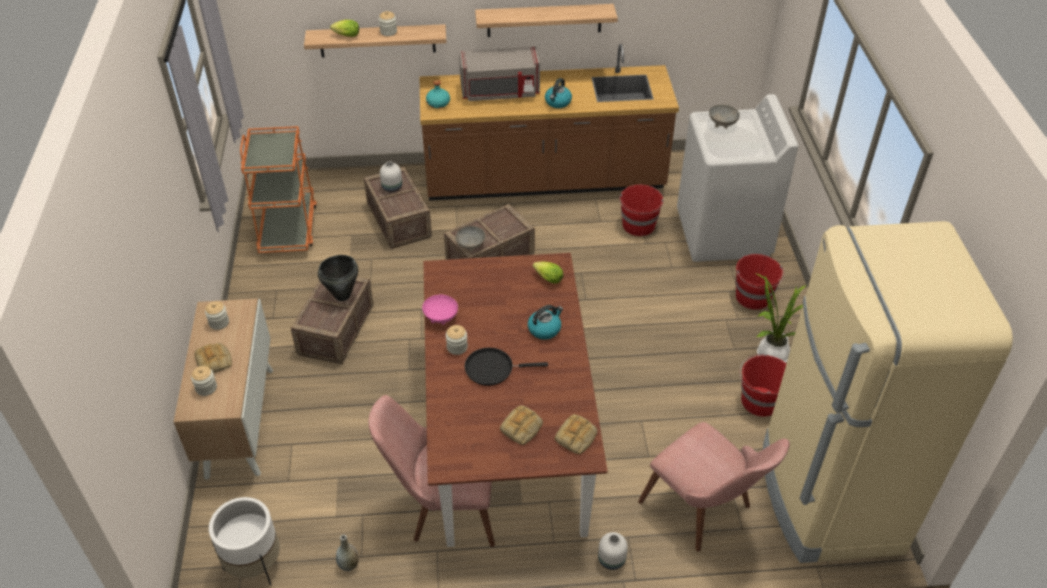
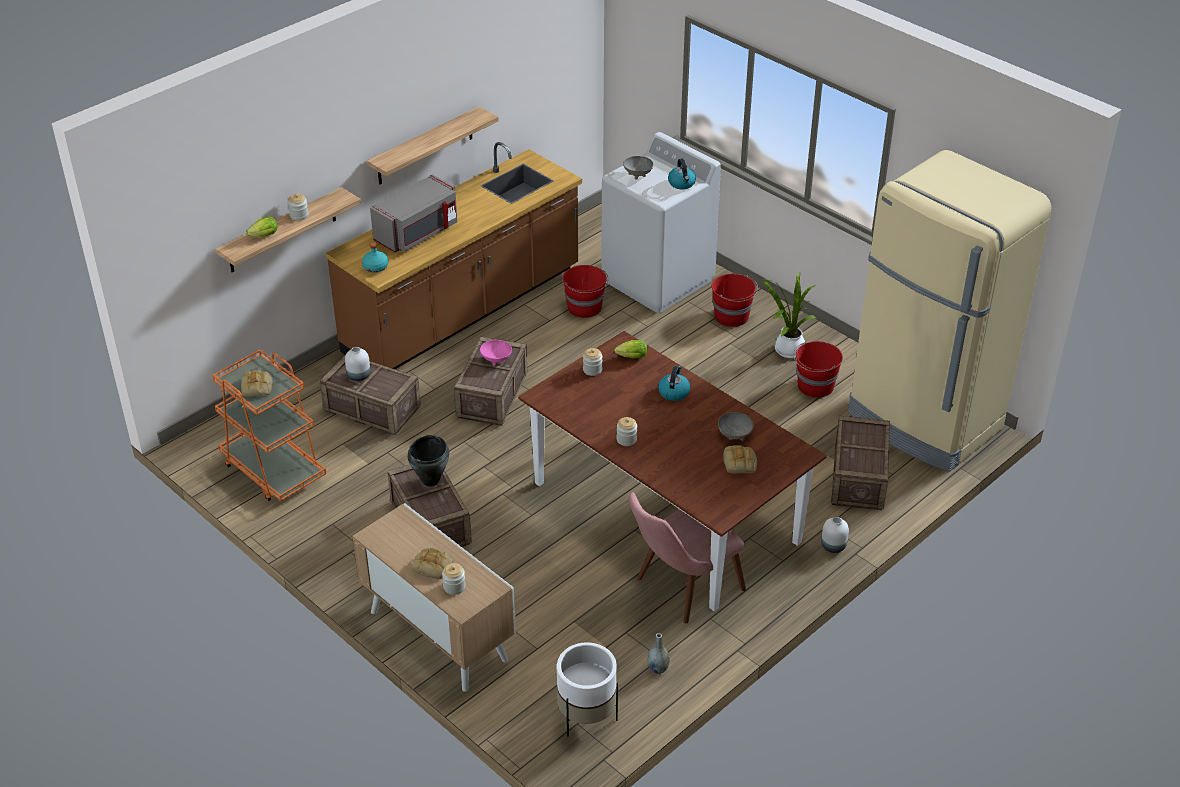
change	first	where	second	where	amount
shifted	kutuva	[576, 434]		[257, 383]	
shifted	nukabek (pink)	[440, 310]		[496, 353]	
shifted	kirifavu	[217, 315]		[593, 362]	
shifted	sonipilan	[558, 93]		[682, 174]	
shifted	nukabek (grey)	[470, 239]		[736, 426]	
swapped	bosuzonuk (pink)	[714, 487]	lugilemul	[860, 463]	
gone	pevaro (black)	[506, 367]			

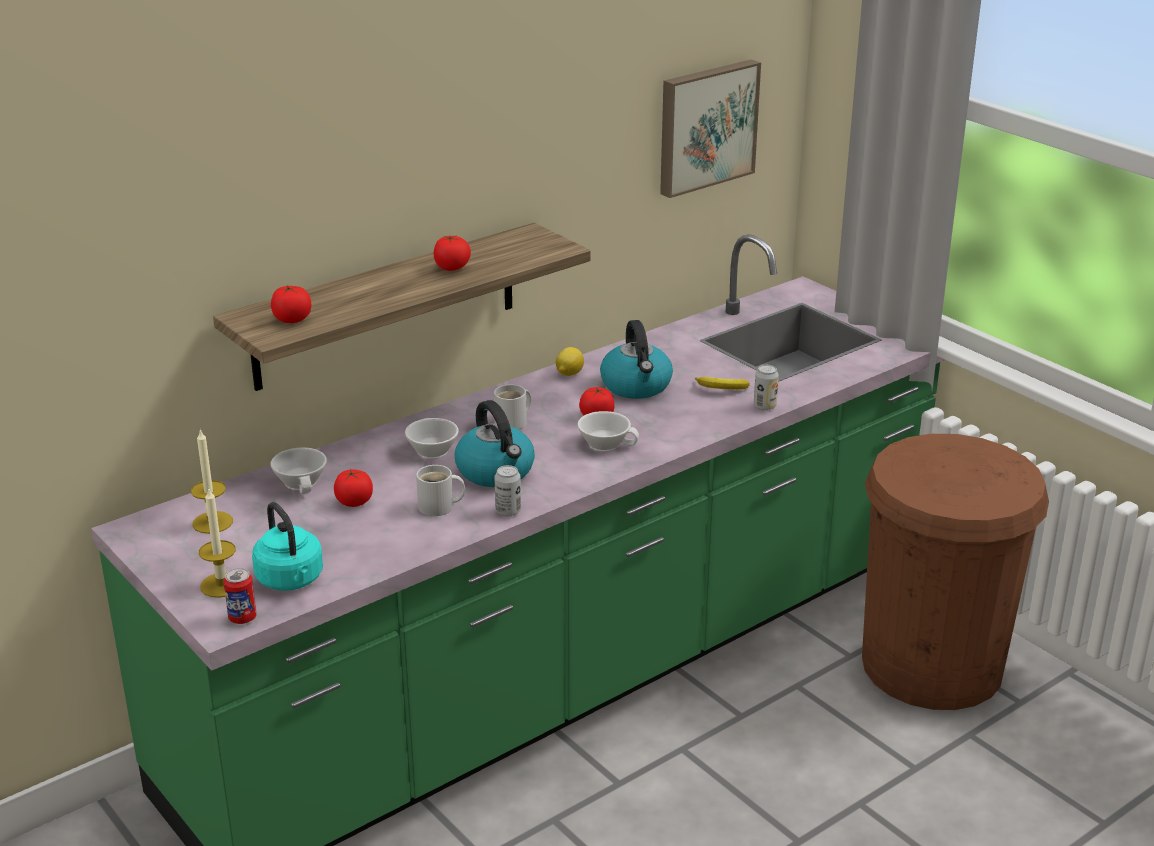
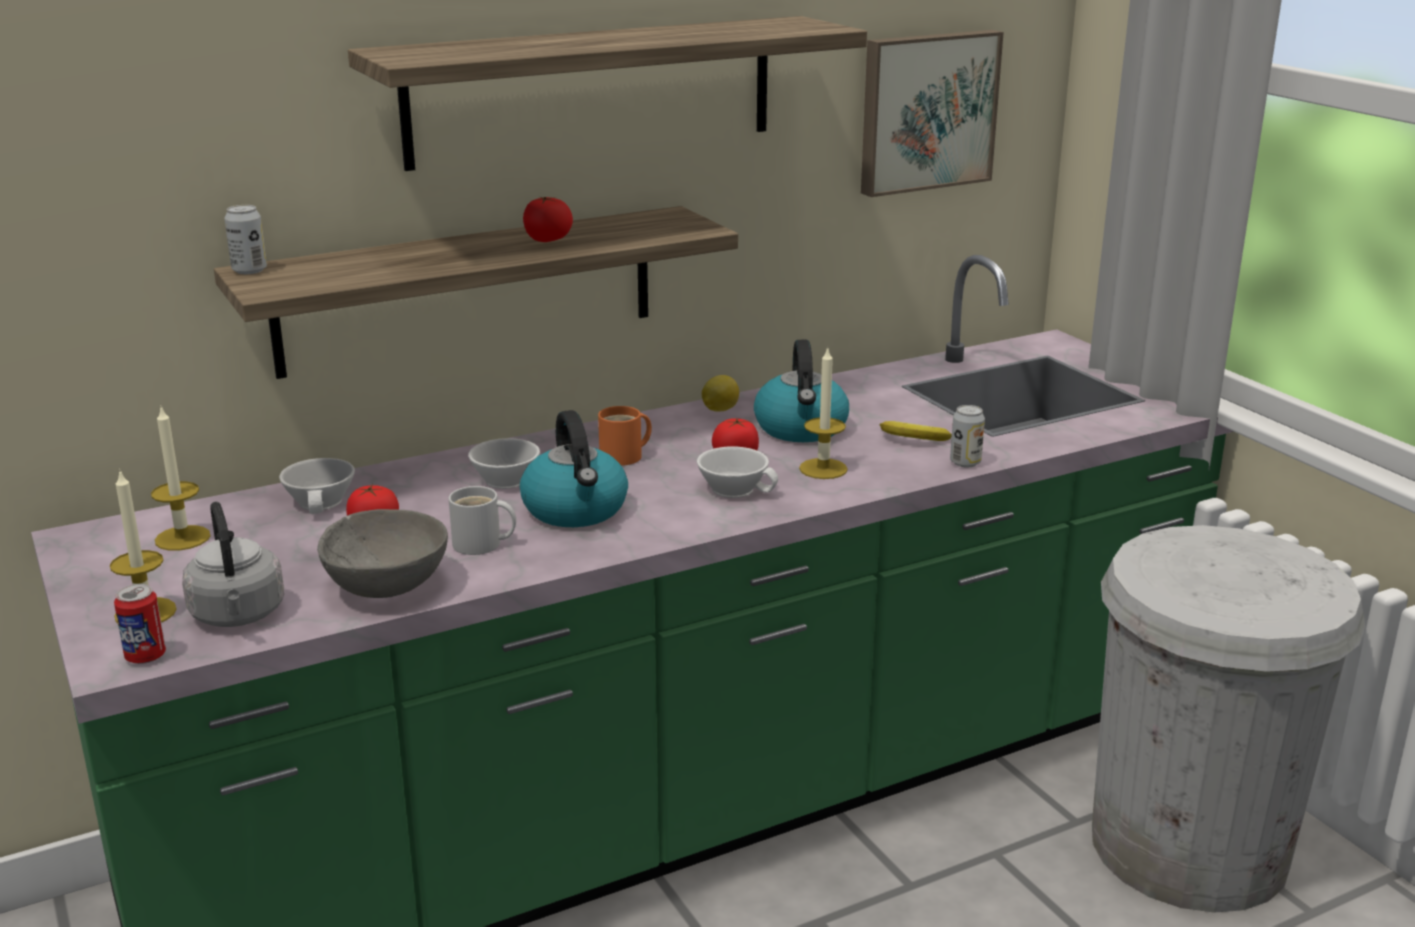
change	first	where	second	where	amount
repainted	sonipilan (turquoise)	[287, 546]	sonipilan (grey)	[233, 564]	
shifted	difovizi	[508, 491]		[245, 239]	
new			nukabek (grey)	[382, 553]	
new			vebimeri	[607, 93]	
repainted	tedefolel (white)	[512, 407]	tedefolel (orange)	[625, 436]	
new			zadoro	[823, 413]	
repainted	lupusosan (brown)	[955, 572]	lupusosan (white)	[1228, 719]	
gone	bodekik	[291, 304]			

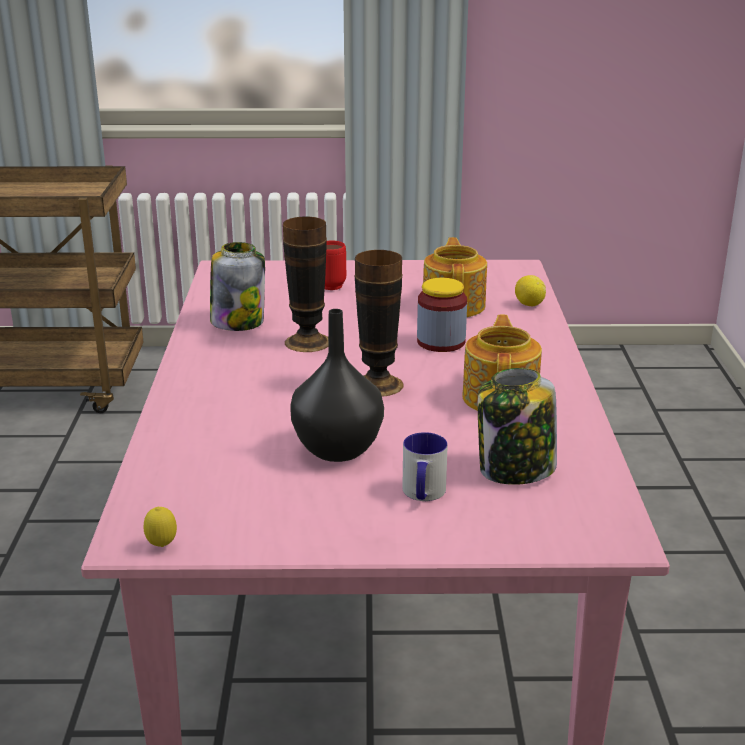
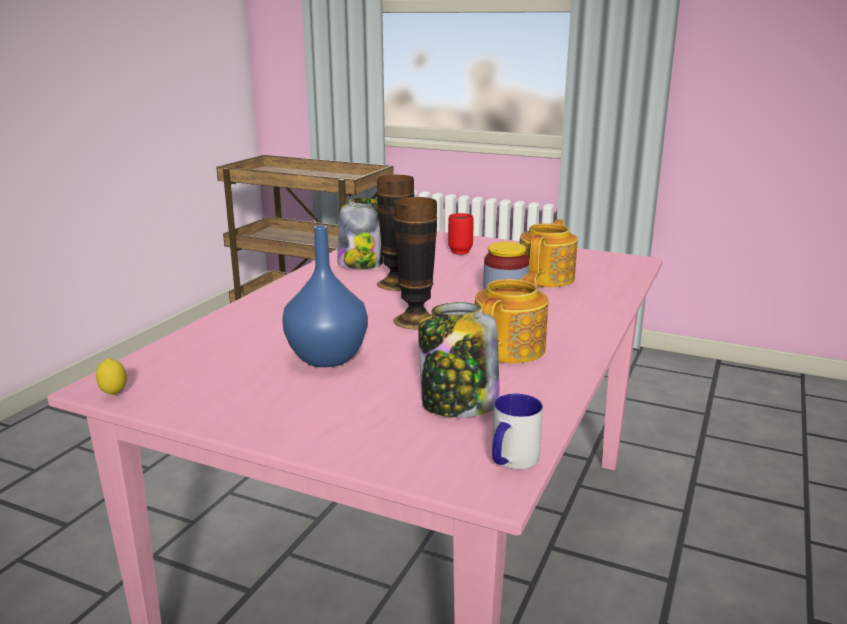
change	first	where	second	where	amount
repainted	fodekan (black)	[337, 385]	fodekan (blue)	[325, 296]	
shifted	tedefolel	[425, 466]		[517, 431]	
gone	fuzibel	[530, 290]			

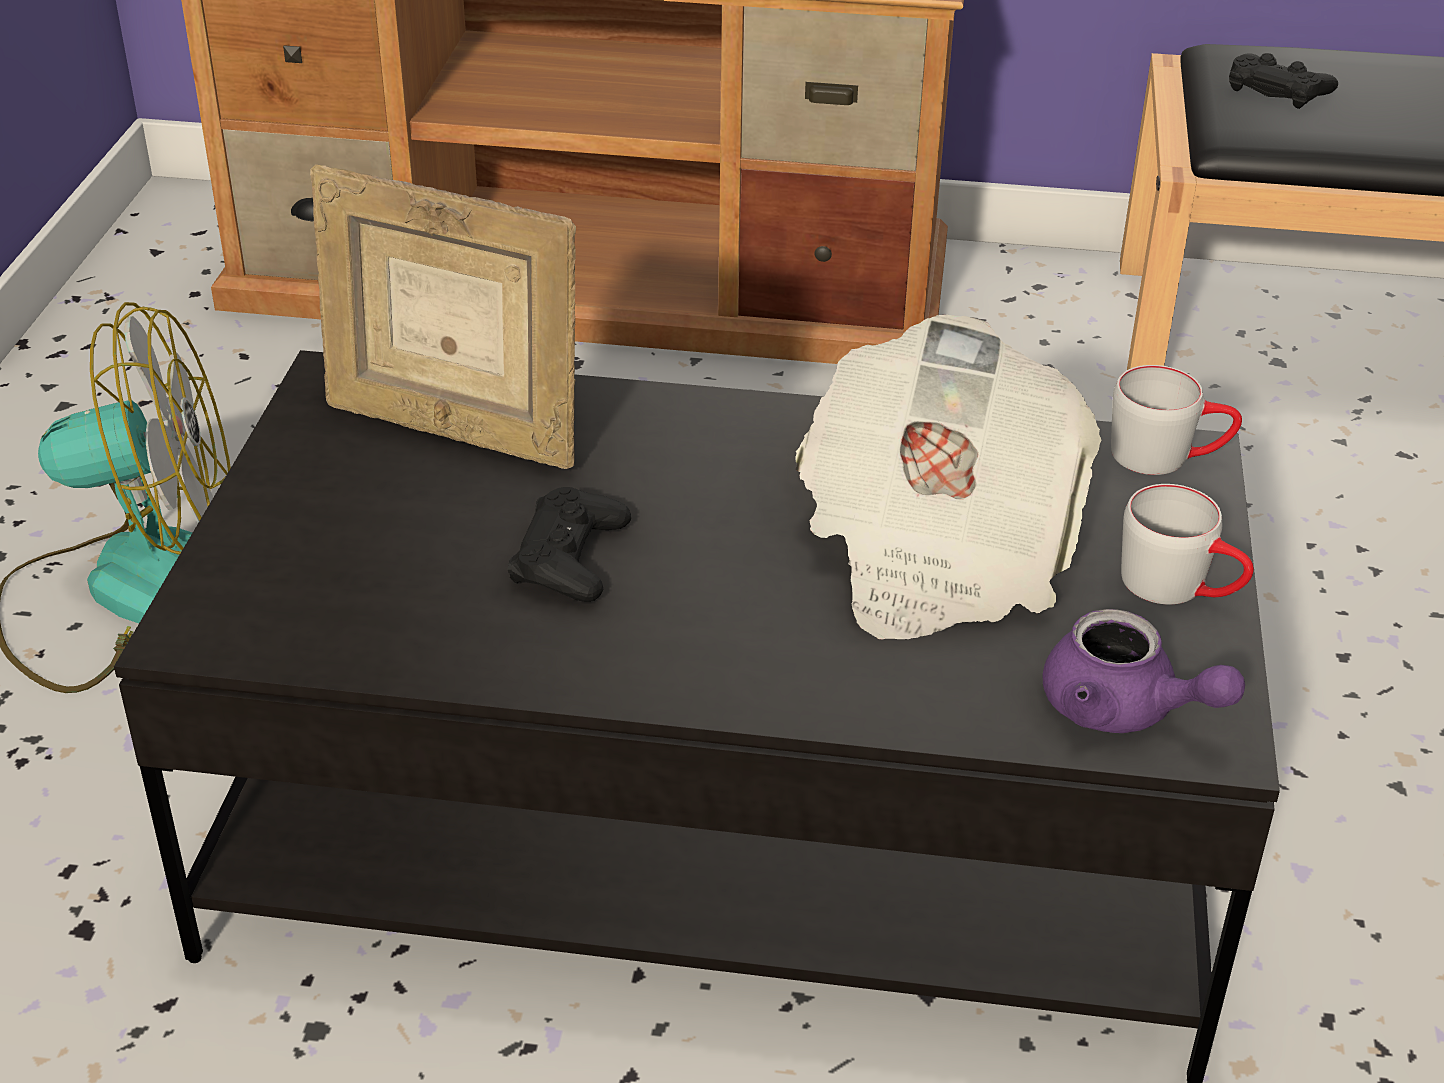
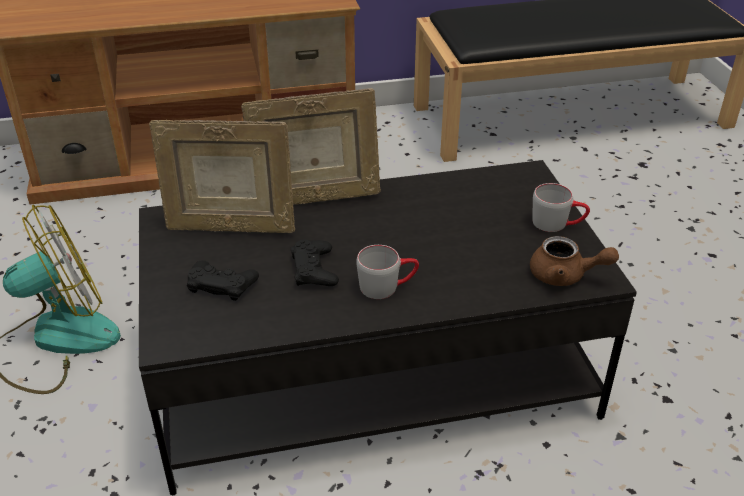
change	first	where	second	where	amount
shifted	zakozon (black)	[1283, 81]		[223, 280]	
new			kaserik	[311, 146]	
shifted	tedefolel (grey)	[1176, 420]		[387, 272]	
repainted	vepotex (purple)	[1143, 671]	vepotex (brown)	[574, 261]	
gone	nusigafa	[948, 477]			

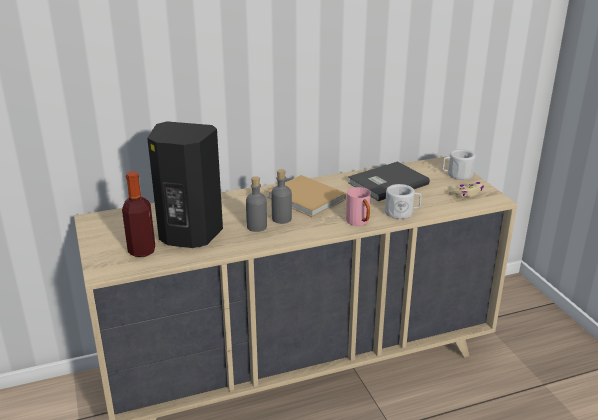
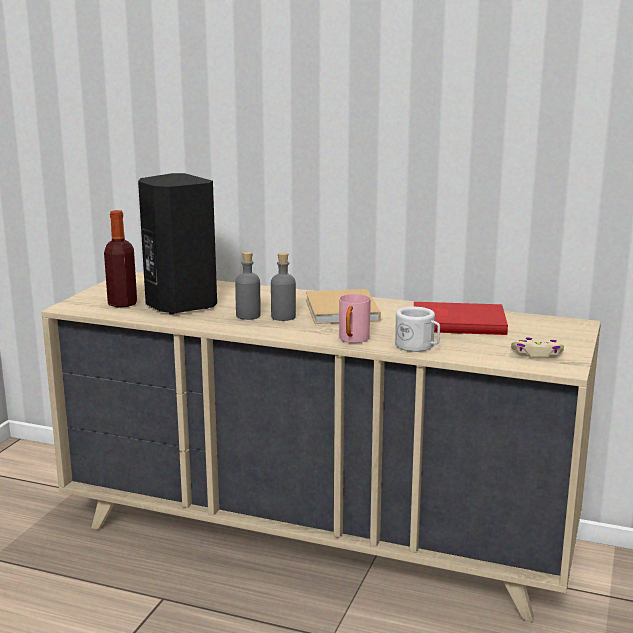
change	first	where	second	where	amount
repainted	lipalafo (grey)	[389, 181]	lipalafo (red)	[461, 318]	
gone	tedefolel (white)	[459, 164]			

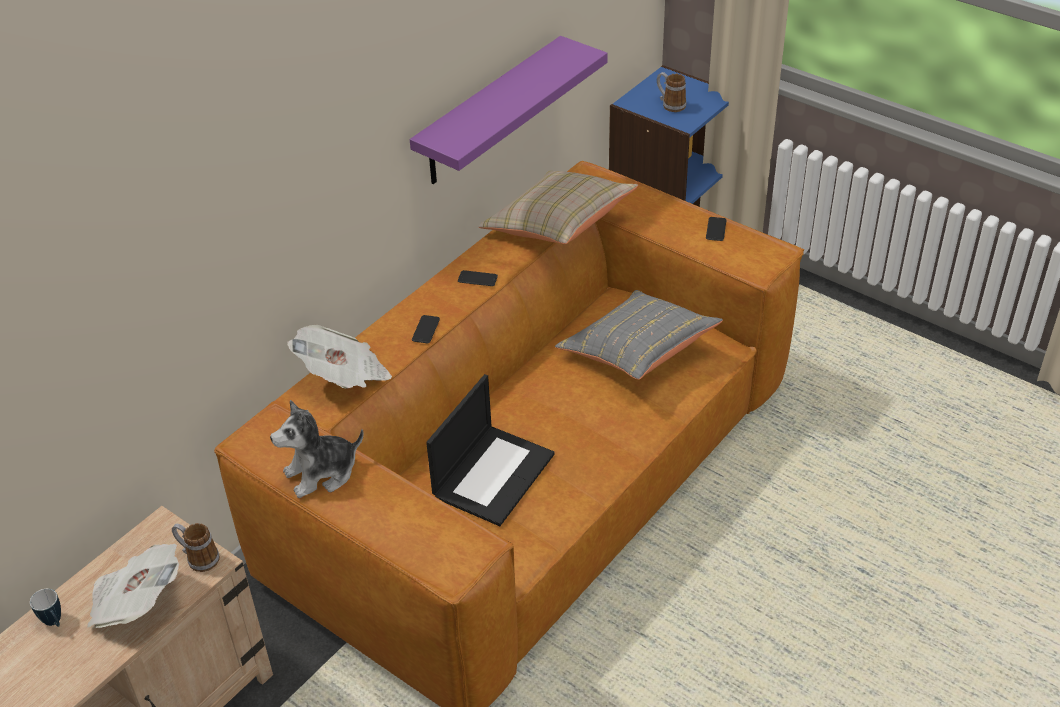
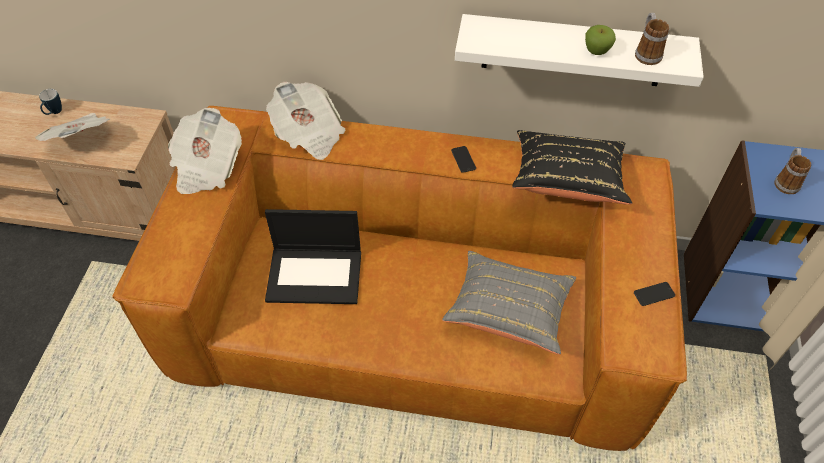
change	first	where	second	where	amount
swapped	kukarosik	[317, 449]	nusigafa	[205, 151]	
repainted	vebimeri (purple)	[509, 110]	vebimeri (white)	[579, 50]	
repainted	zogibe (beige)	[558, 207]	zogibe (black)	[572, 167]	
new			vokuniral	[600, 40]	
shifted	tedefolel	[196, 547]		[652, 39]	
gone	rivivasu	[426, 329]			

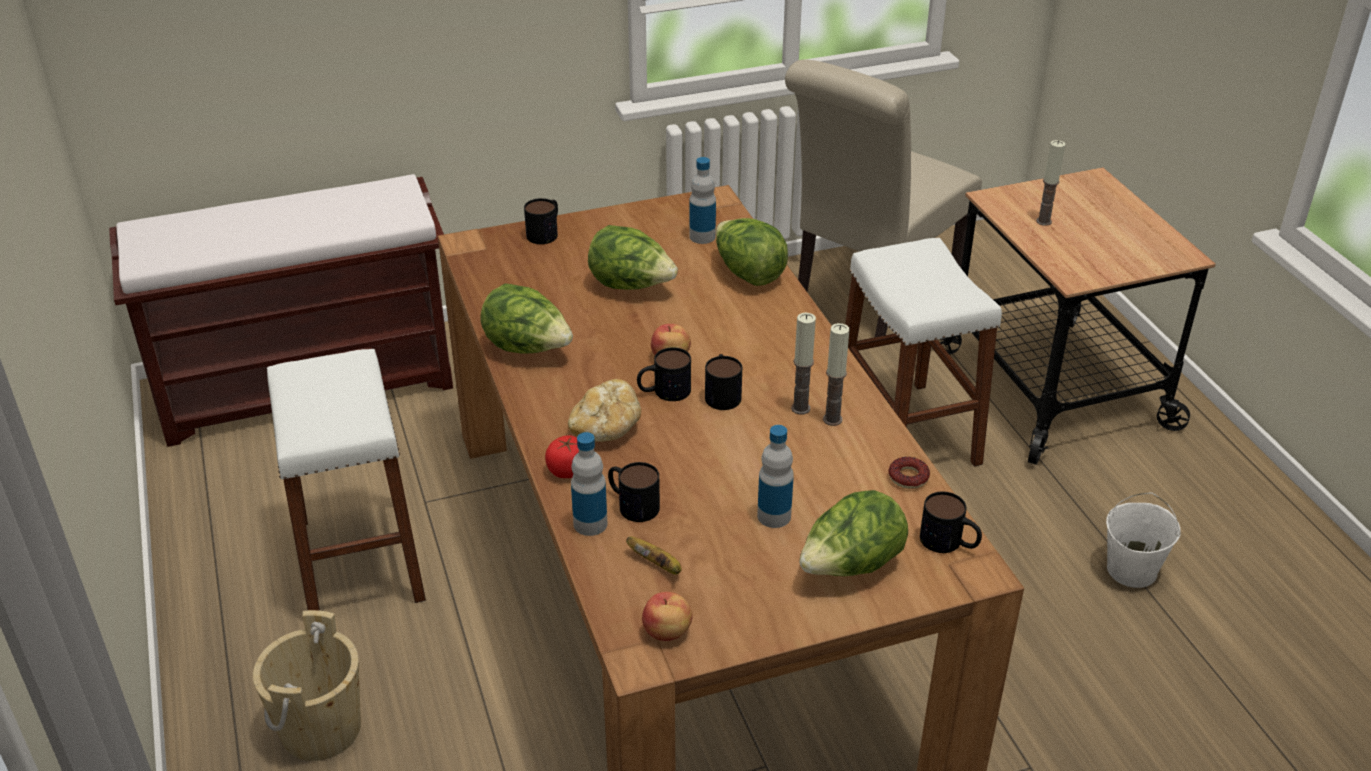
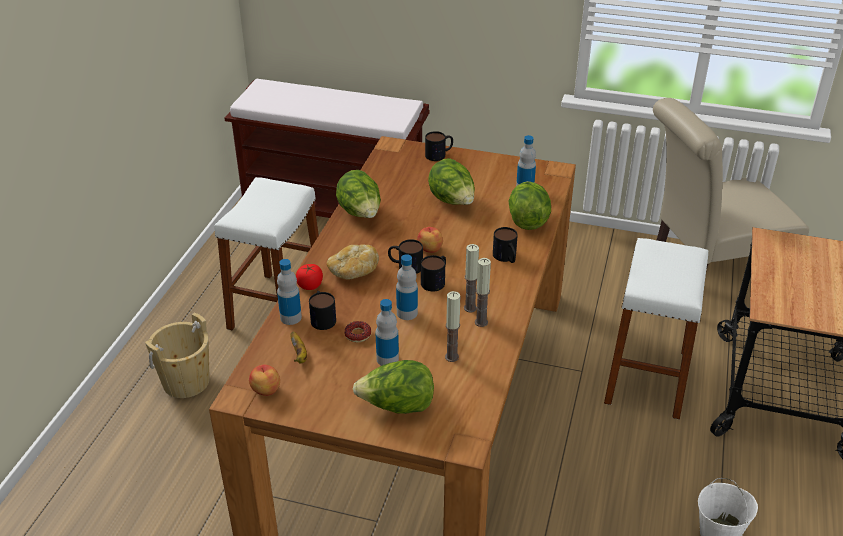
change	first	where	second	where	amount
shifted	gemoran	[909, 473]		[357, 331]	
new			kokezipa	[407, 287]	
shifted	zadoro	[1050, 183]		[452, 326]	
shifted	tedefolel	[951, 522]		[505, 245]	

